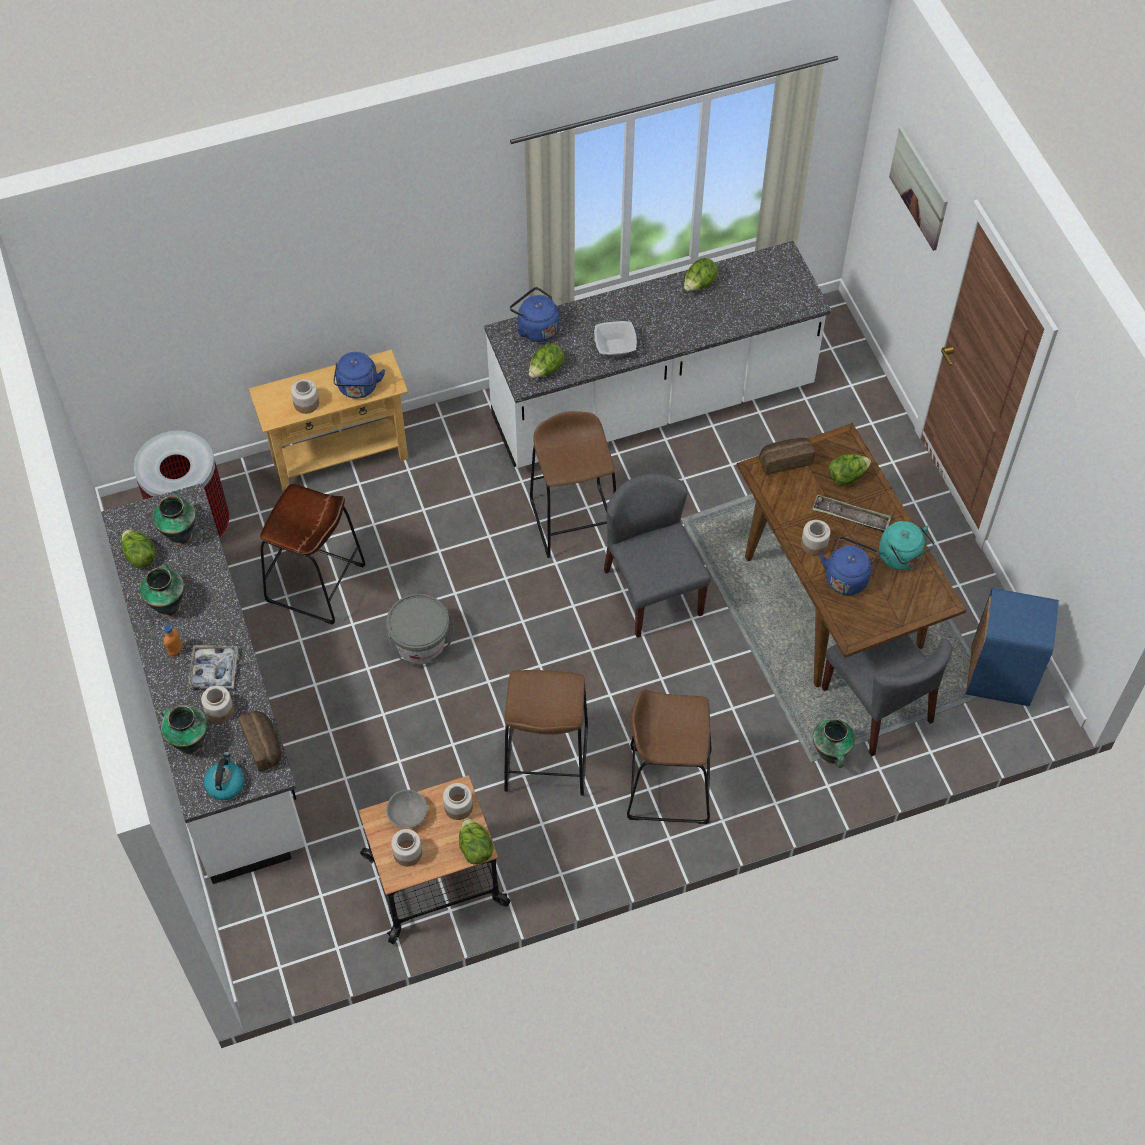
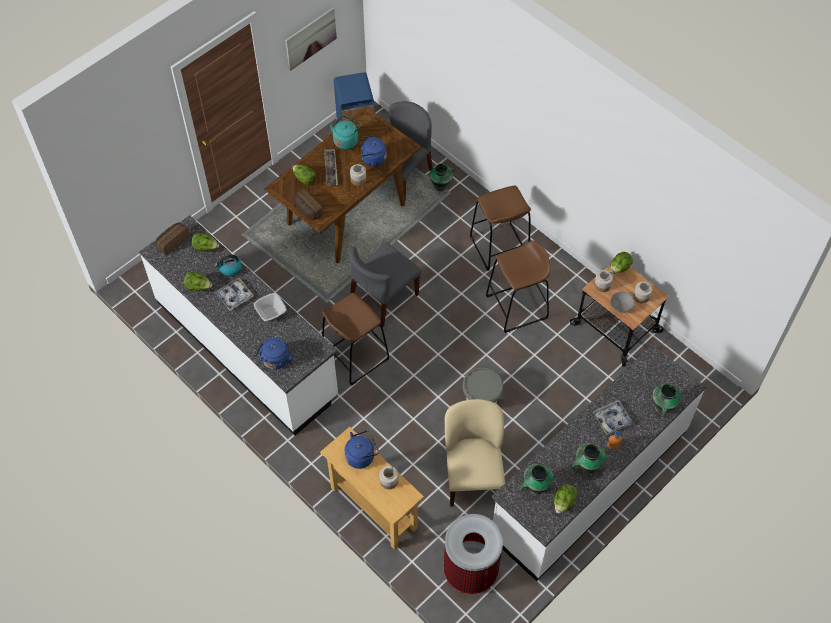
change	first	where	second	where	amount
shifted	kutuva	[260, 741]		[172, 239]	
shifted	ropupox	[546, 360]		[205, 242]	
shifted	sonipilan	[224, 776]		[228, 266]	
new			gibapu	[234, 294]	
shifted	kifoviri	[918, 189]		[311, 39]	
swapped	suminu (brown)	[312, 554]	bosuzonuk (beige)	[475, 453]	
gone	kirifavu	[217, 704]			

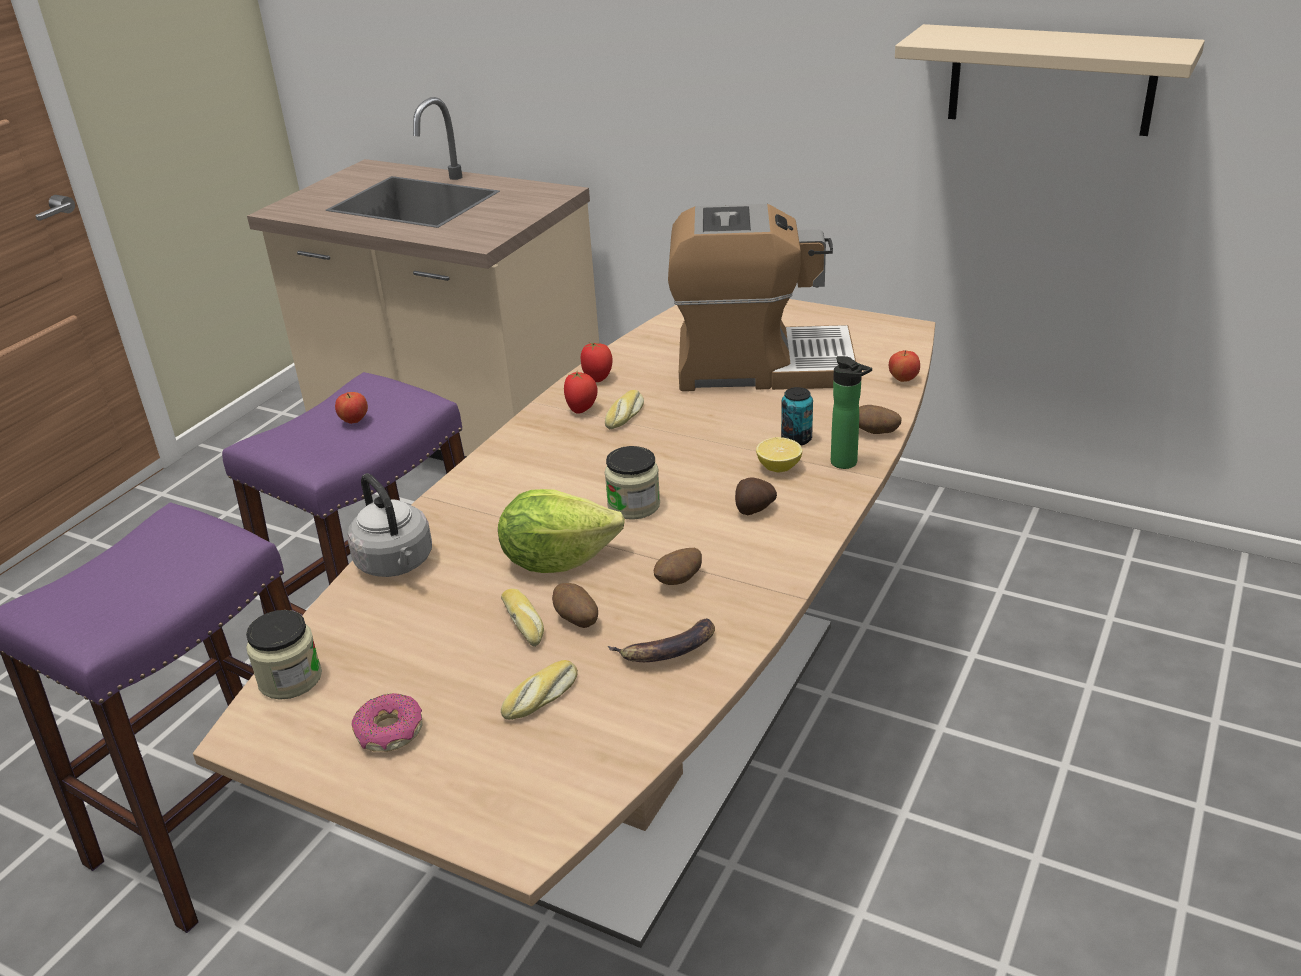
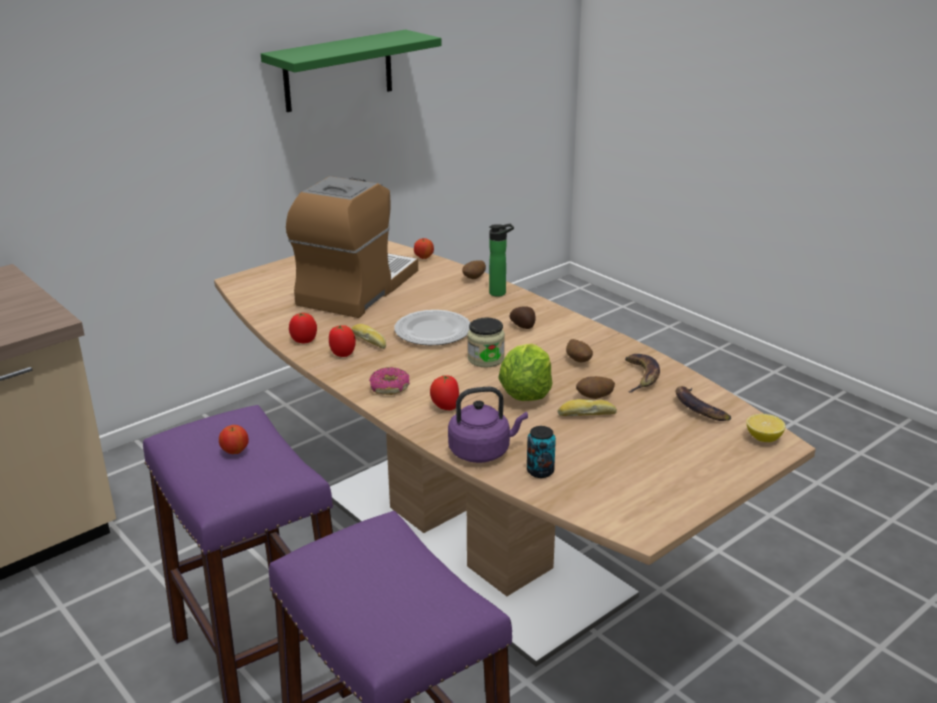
change	first	where	second	where	amount
repainted	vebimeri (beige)	[1050, 80]	vebimeri (green)	[351, 71]	
shifted	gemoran	[387, 722]		[389, 381]	
new			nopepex	[432, 328]	
new			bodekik	[444, 392]	
repainted	sonipilan (grey)	[389, 525]	sonipilan (purple)	[488, 425]	
shifted	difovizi	[797, 416]		[541, 452]	
new			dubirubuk	[703, 403]	
shifted	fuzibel	[779, 454]		[766, 428]	
gone	kirifavu	[284, 655]			
gone	kutuva	[539, 690]			

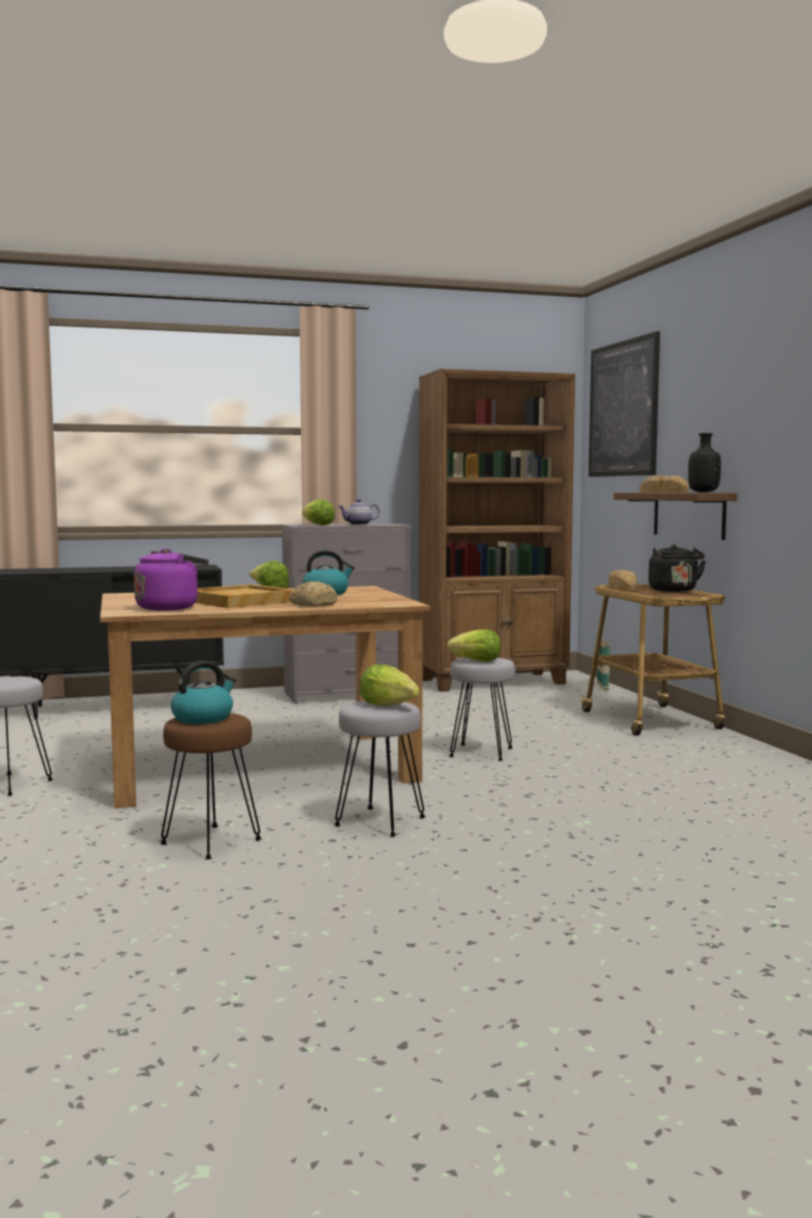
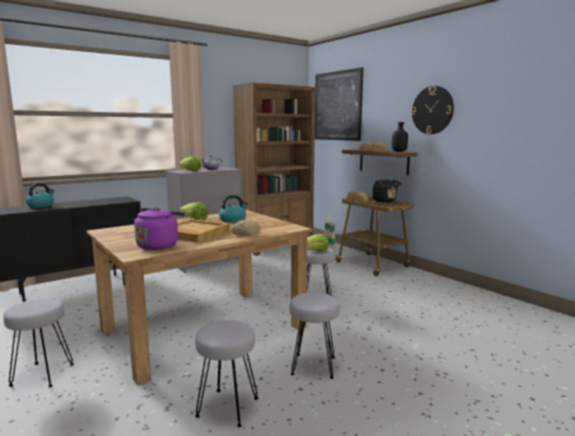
change	first	where	second	where	amount
shifted	sonipilan	[203, 692]		[40, 195]	
repainted	suminu (brown)	[211, 786]	suminu (grey)	[226, 373]	
new			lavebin	[432, 110]	
gone	ropupox	[389, 685]			

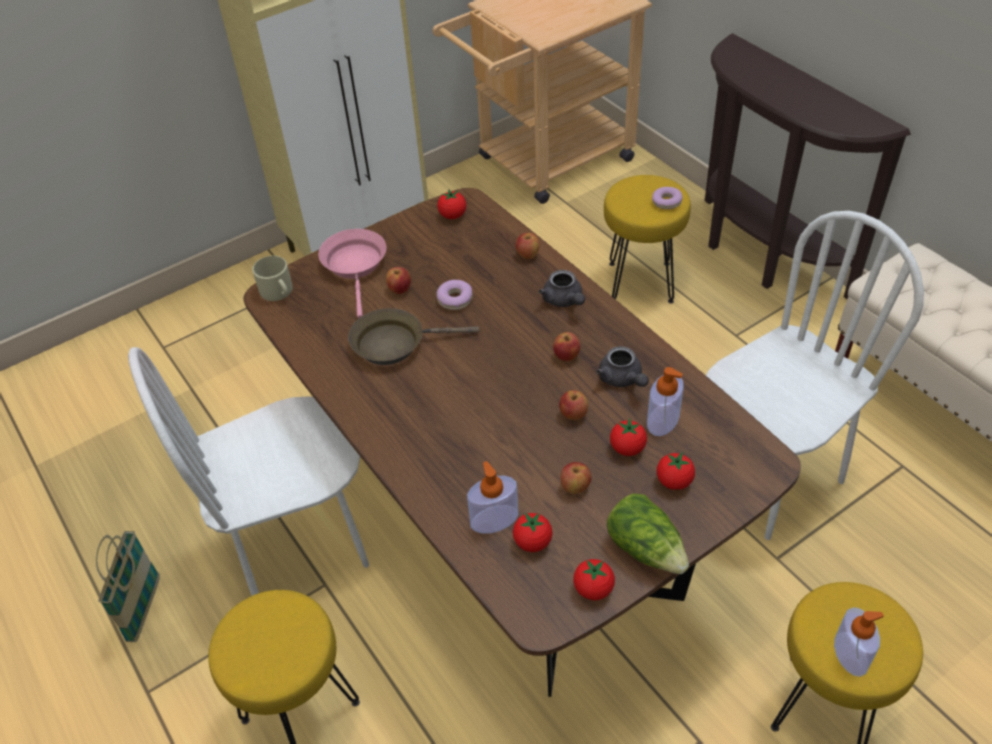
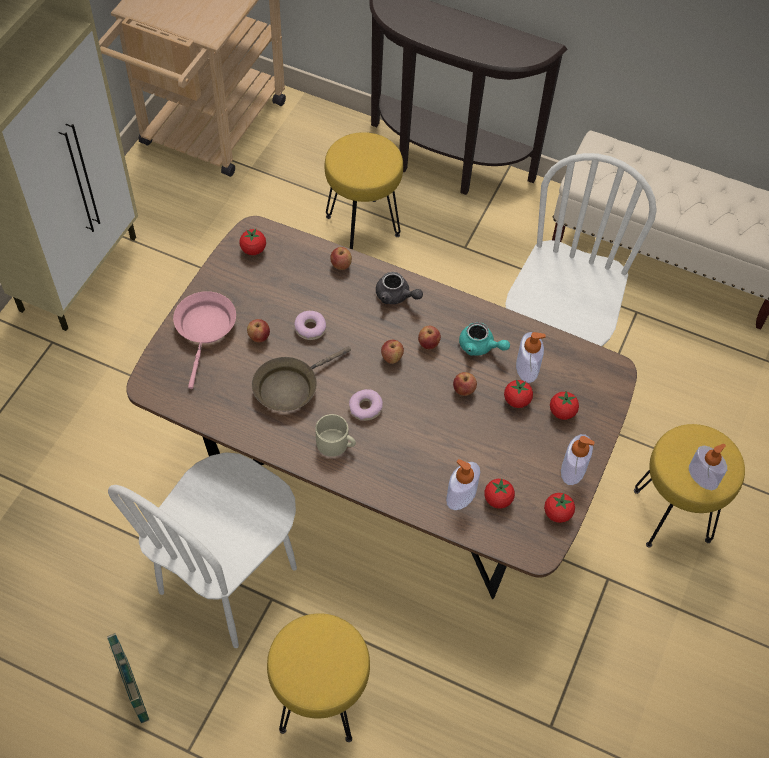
change	first	where	second	where	amount
rotated	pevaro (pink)	[352, 273]		[204, 340]	45 degrees clockwise
shifted	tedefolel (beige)	[272, 278]		[335, 435]	
shifted	gemoran	[667, 198]		[366, 405]	
shifted	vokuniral	[576, 478]		[392, 352]	
repainted	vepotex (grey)	[623, 366]	vepotex (turquoise)	[484, 339]	
swapped	ropupox	[648, 533]	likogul	[578, 459]	

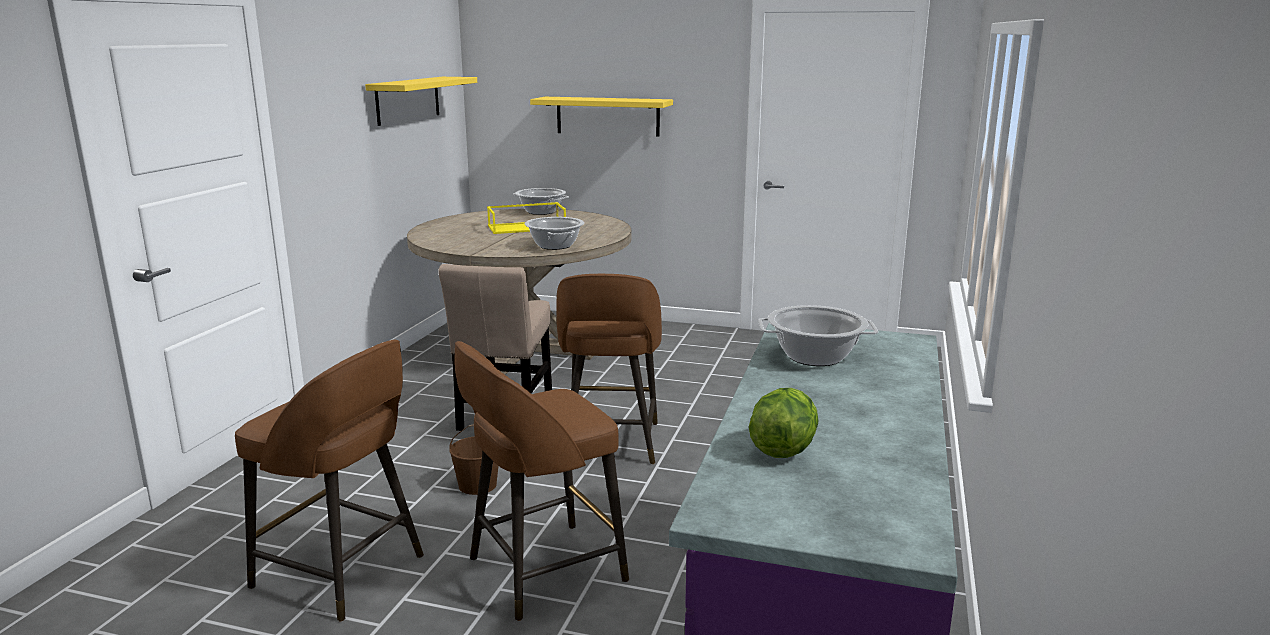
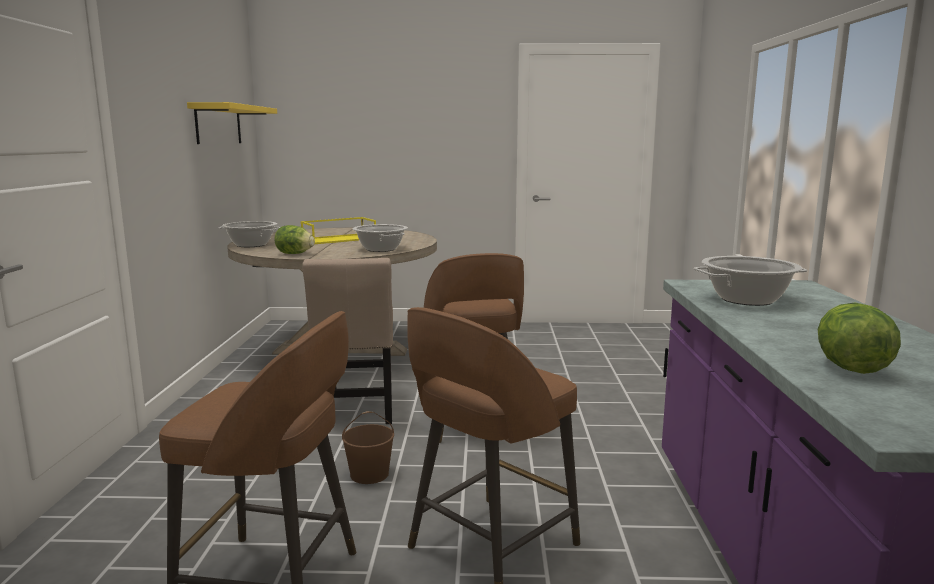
change	first	where	second	where	amount
shifted	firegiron	[541, 201]		[249, 234]	
new			ropupox	[295, 239]	
gone	vebimeri (yellow)	[601, 117]			

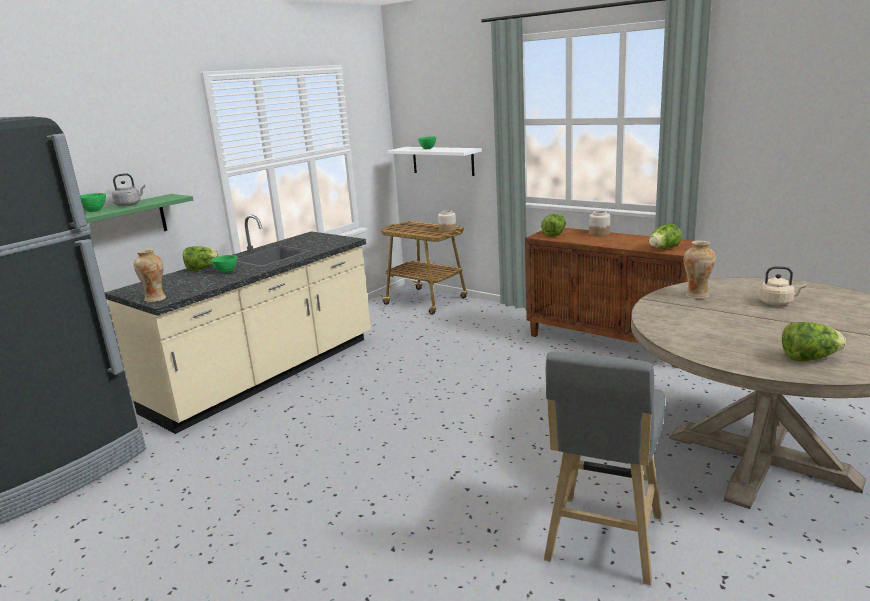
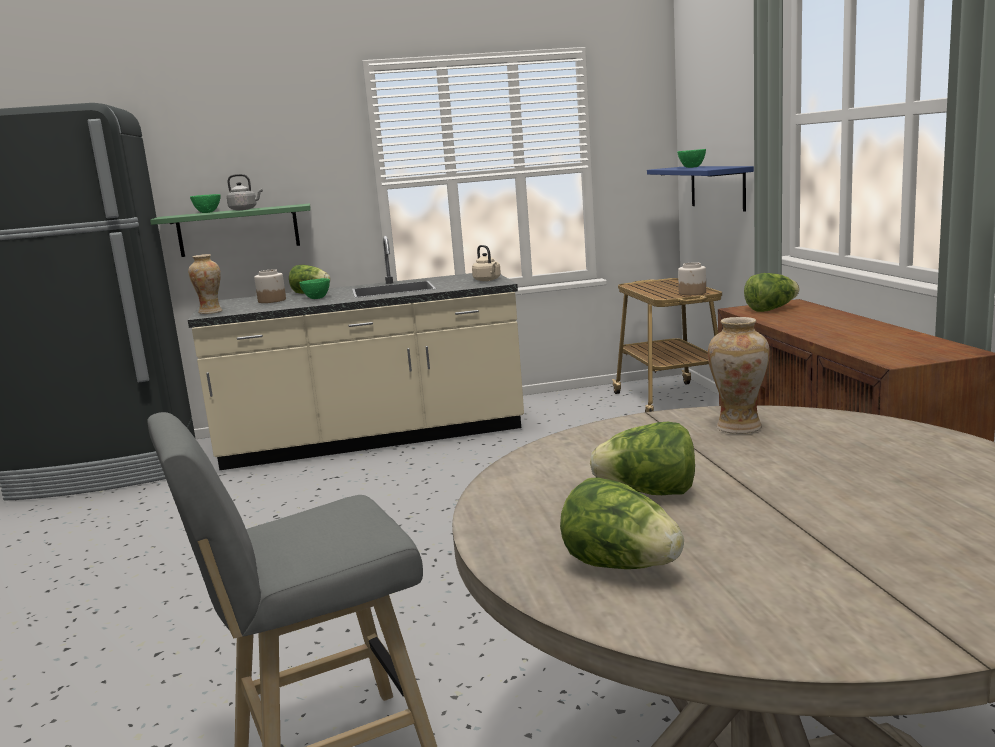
change	first	where	second	where	amount
shifted	kirifavu	[599, 223]		[270, 286]	
shifted	sonipilan (beige)	[782, 285]		[486, 263]	
shifted	ropupox	[665, 236]		[642, 458]	
repainted	vebimeri (white)	[434, 161]	vebimeri (blue)	[700, 189]	

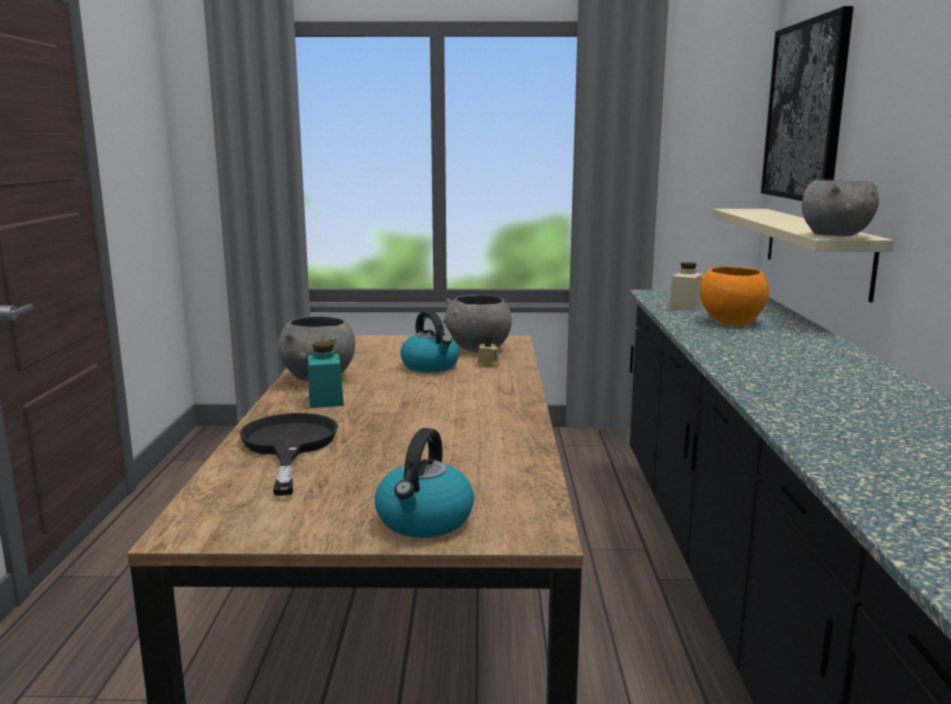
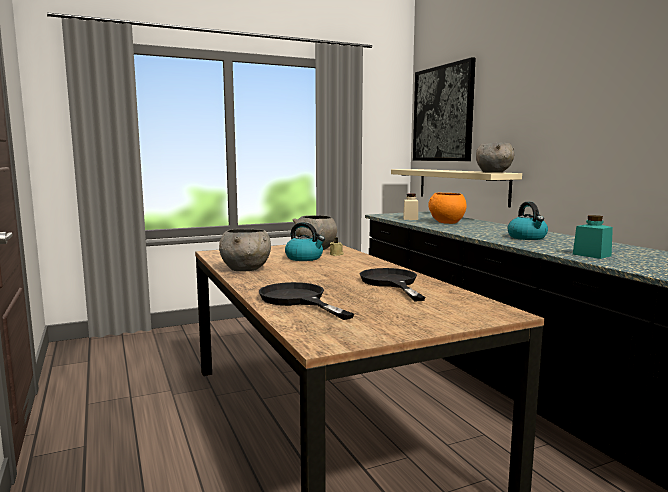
change	first	where	second	where	amount
new			pevaro (black)	[392, 284]	
shifted	sonipilan	[424, 483]		[527, 221]	
shifted	kirifavu (turquoise)	[326, 375]		[593, 237]	

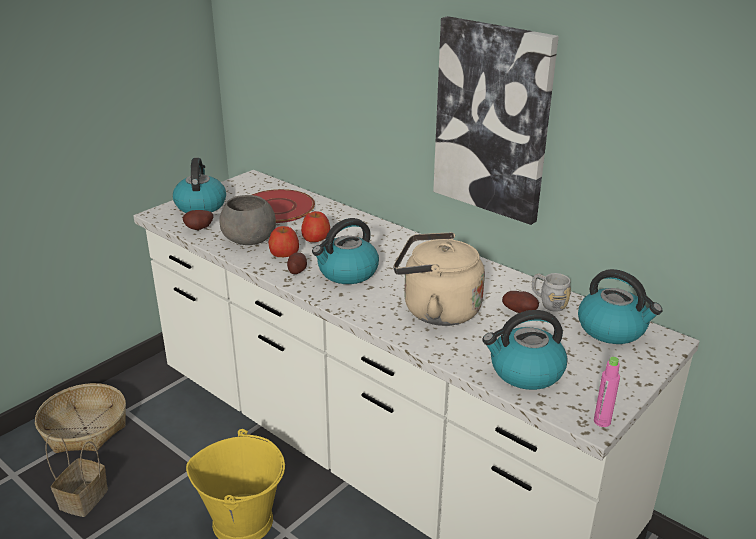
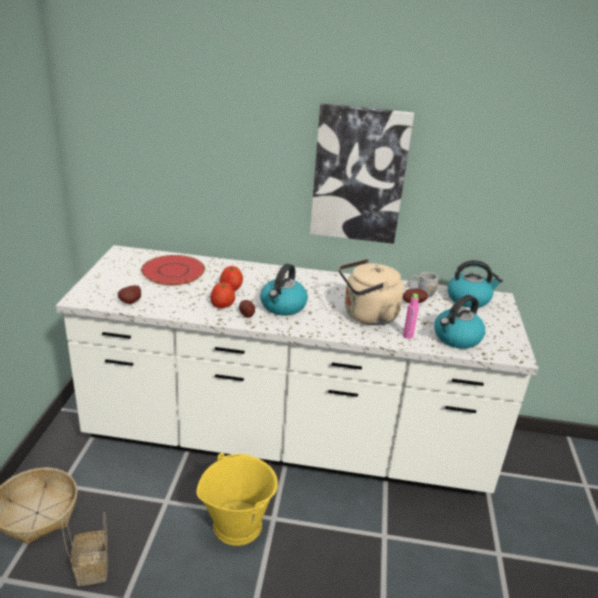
change	first	where	second	where	amount
shifted	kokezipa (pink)	[607, 392]		[411, 316]	
gone	sonipilan	[199, 185]			
gone	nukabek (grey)	[247, 220]			

